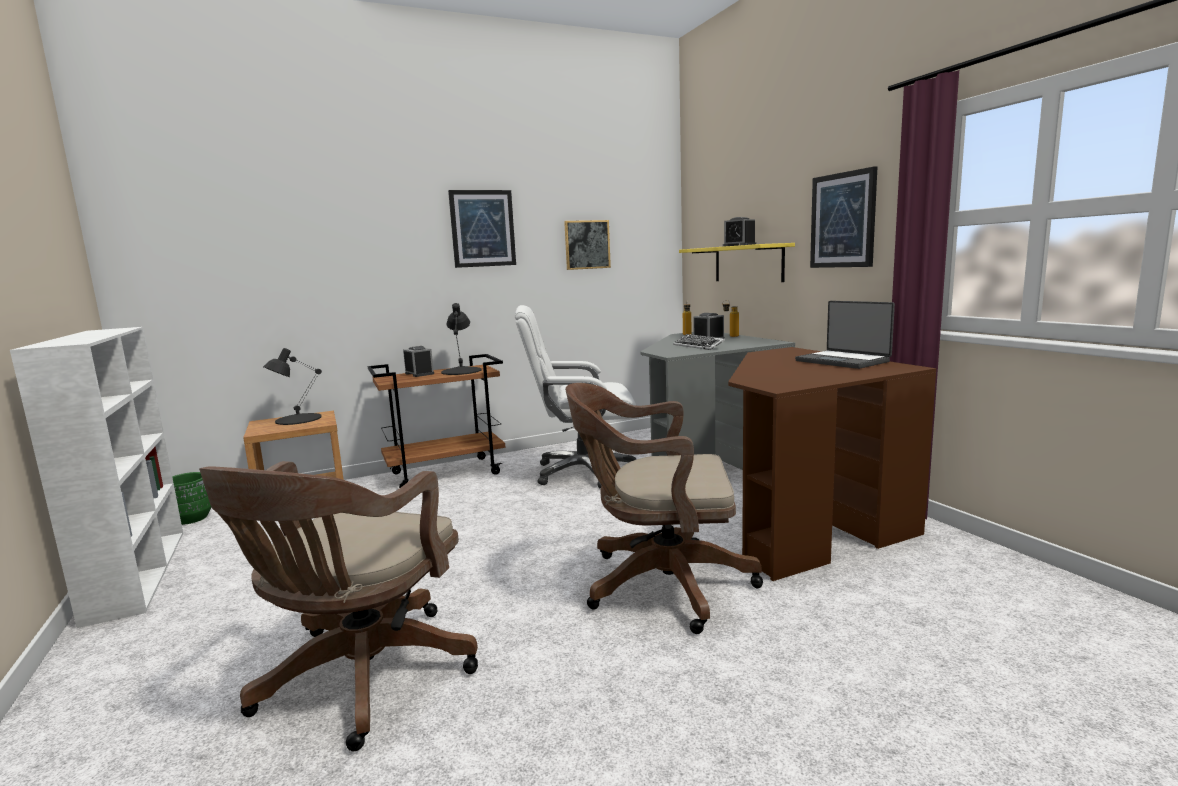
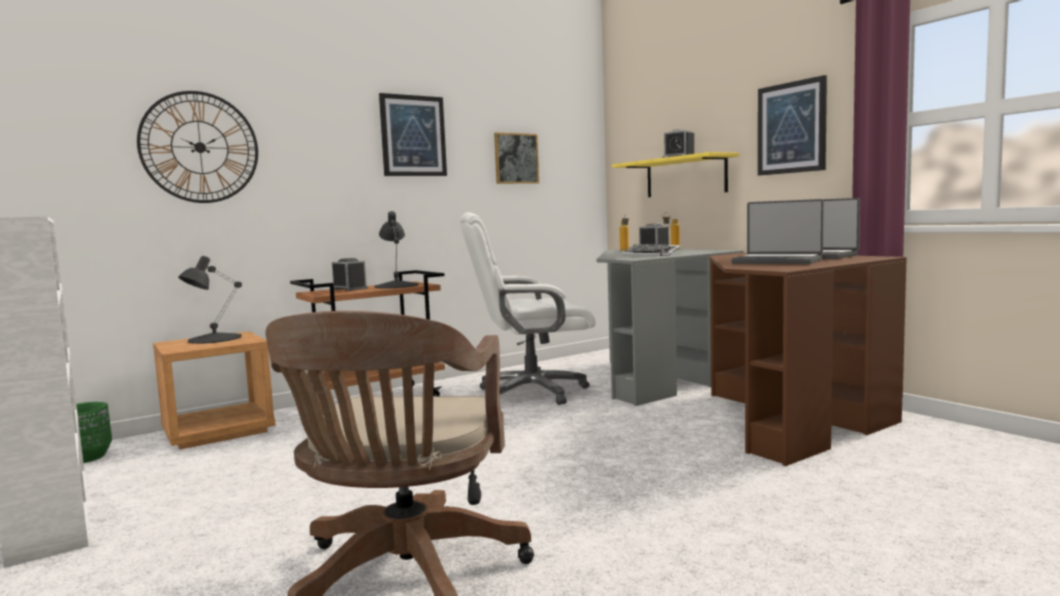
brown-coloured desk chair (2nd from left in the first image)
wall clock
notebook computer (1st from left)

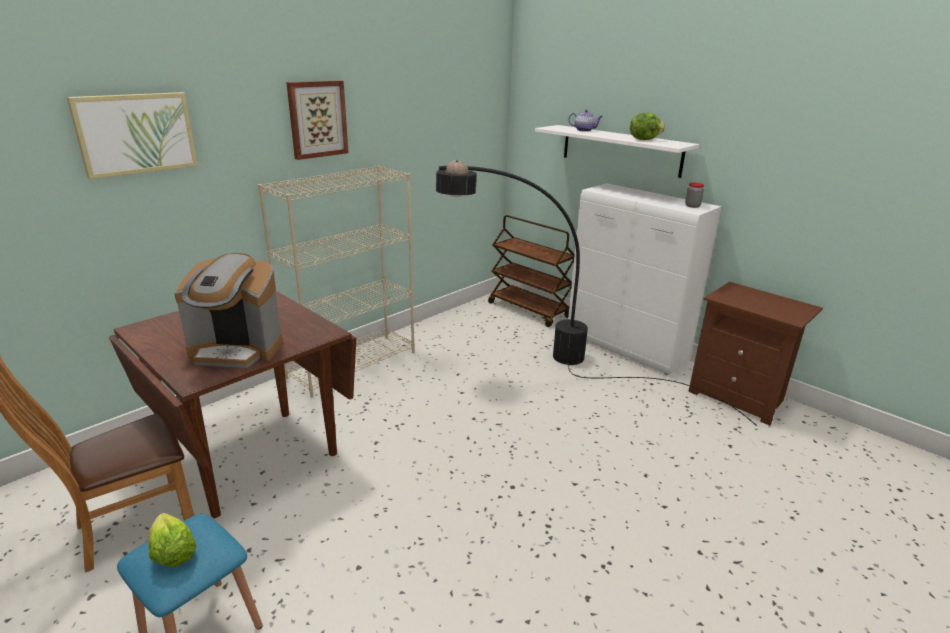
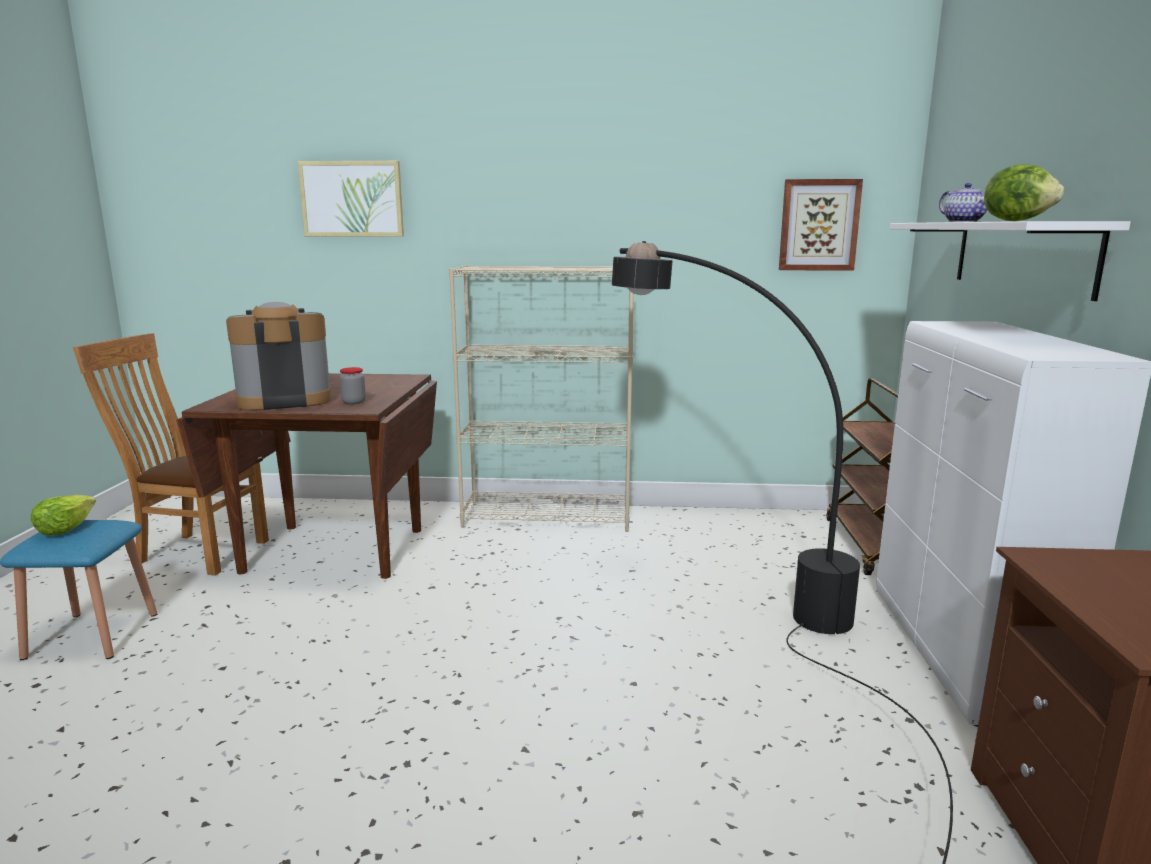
wall picture (2nd from left)
storage jar
coffee machine

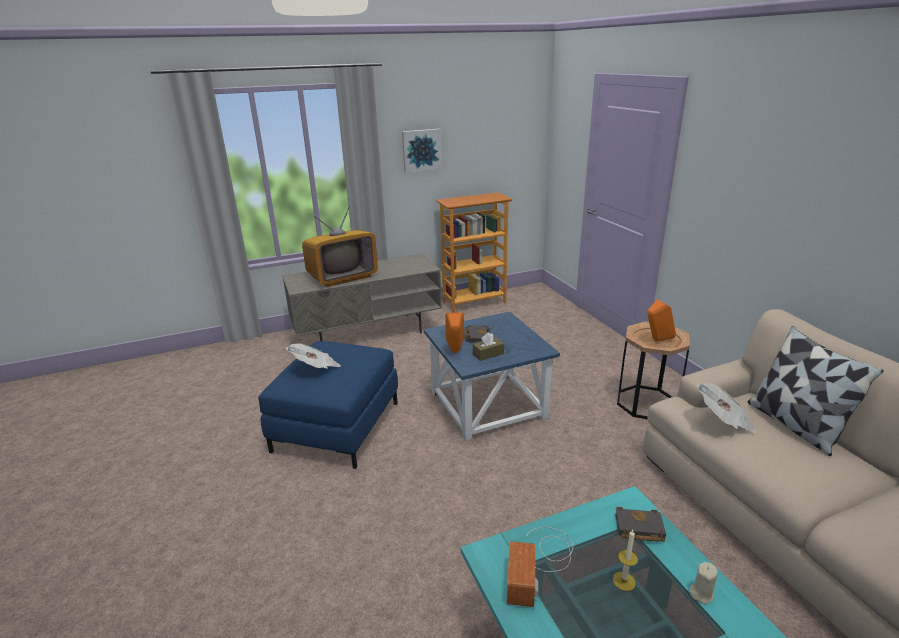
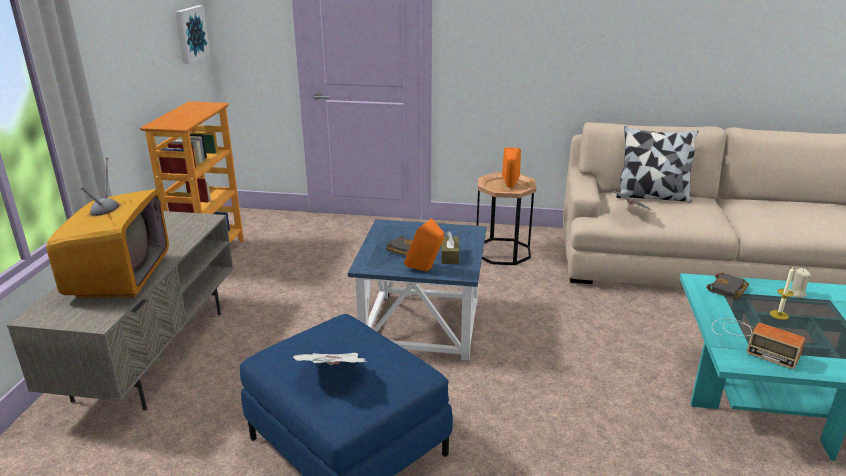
wall picture

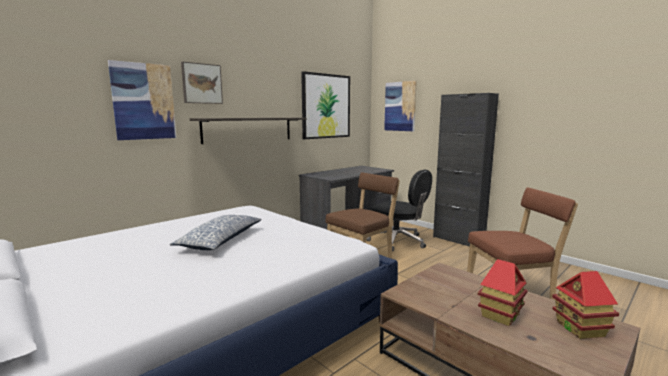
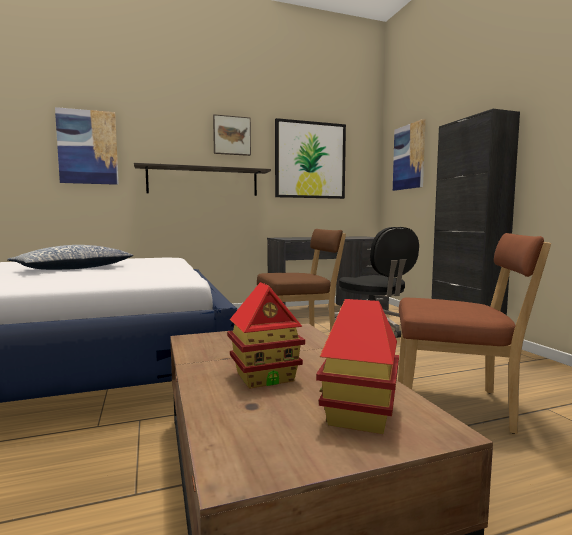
wall picture (2nd from left)

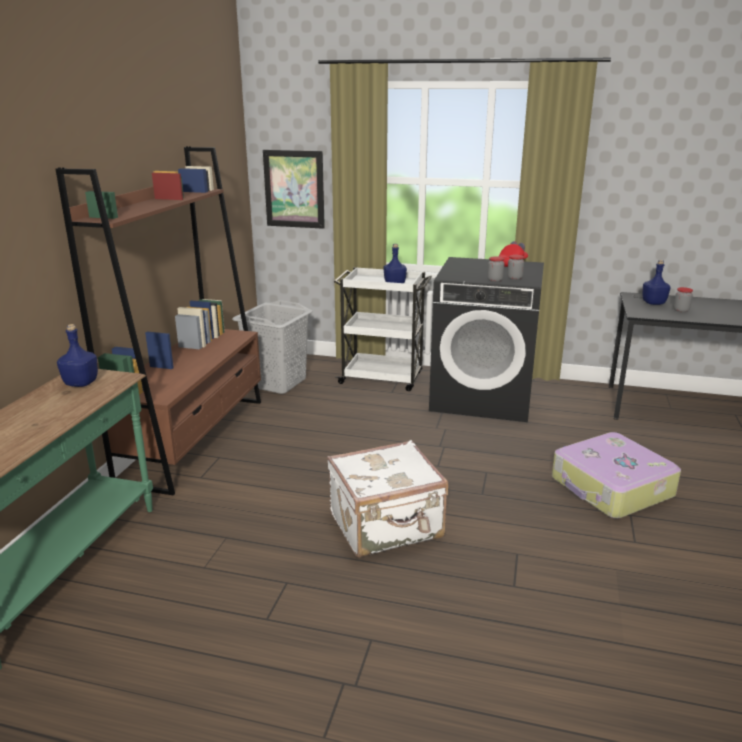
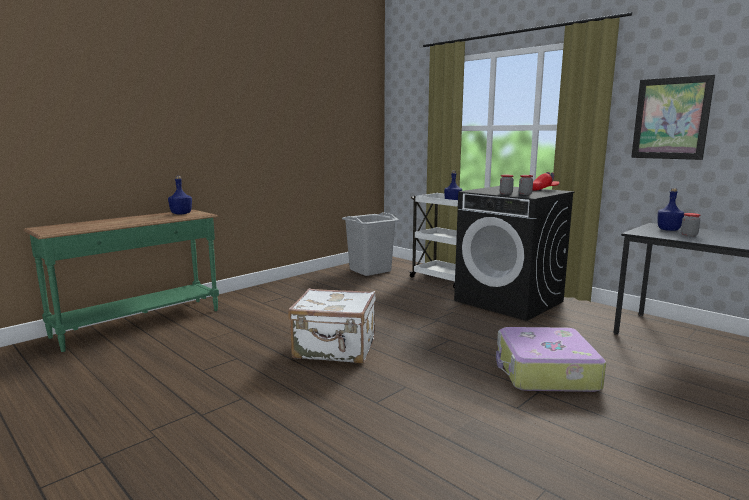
brown-coloured bookshelf
wall picture

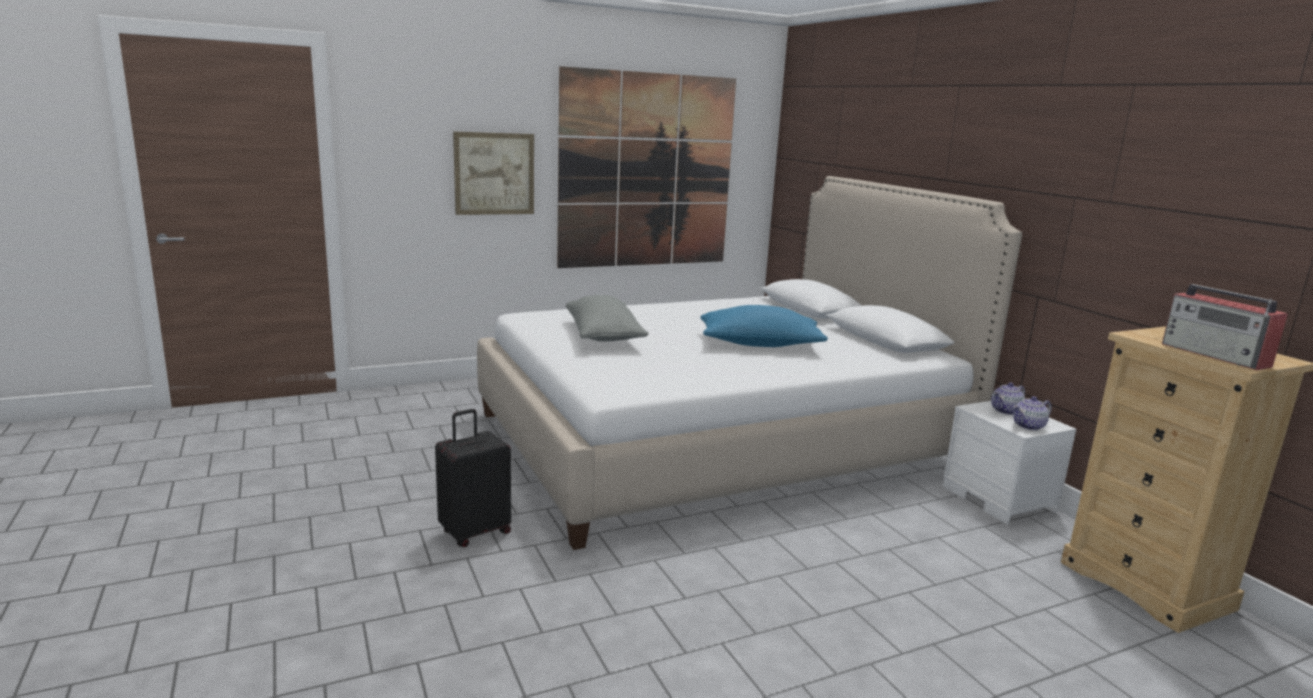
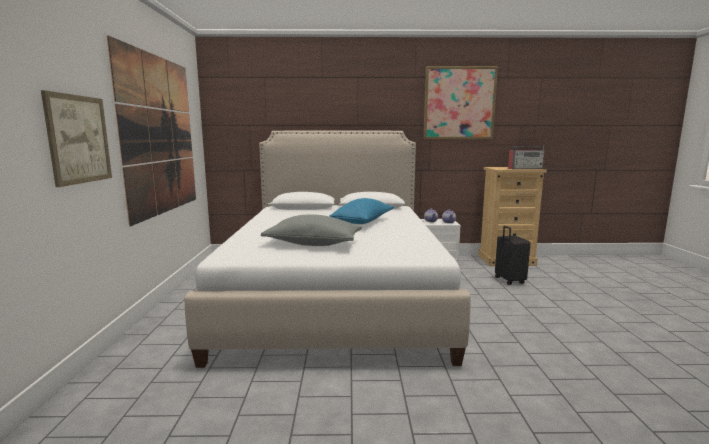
black-coloured travel case
wall picture (3rd from left)

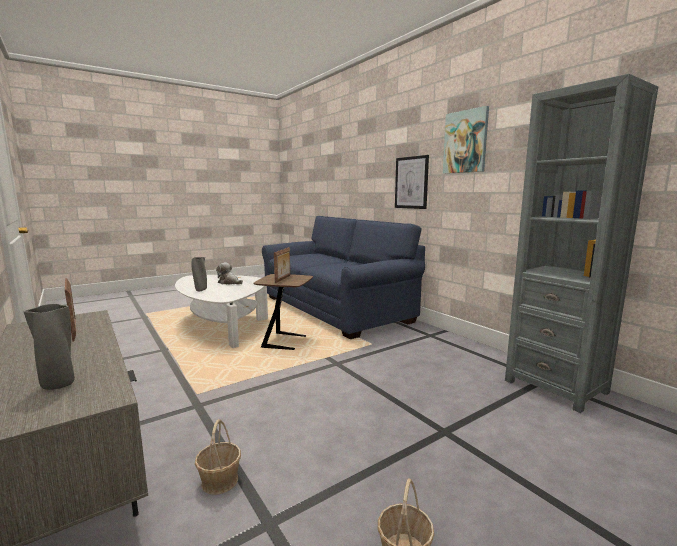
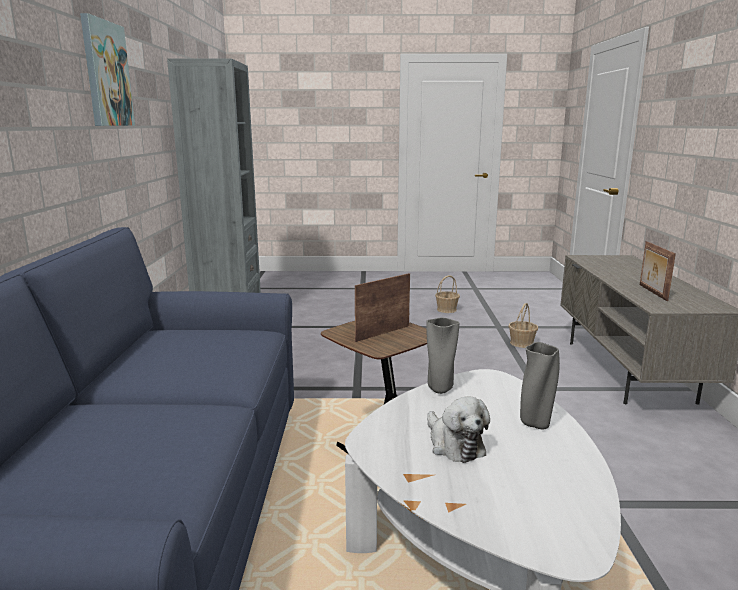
wall picture (1st from left in the first image)
grey vase (1st from left)

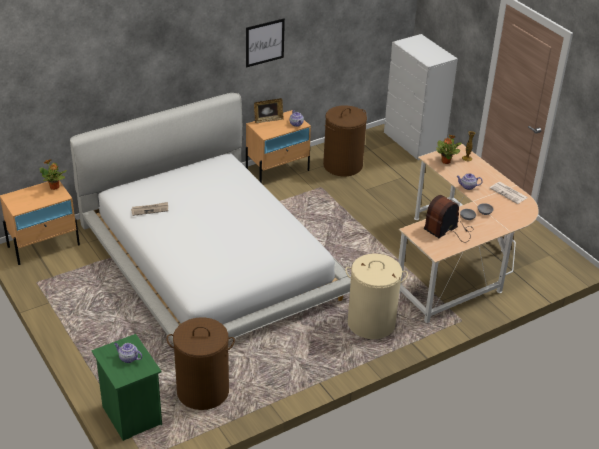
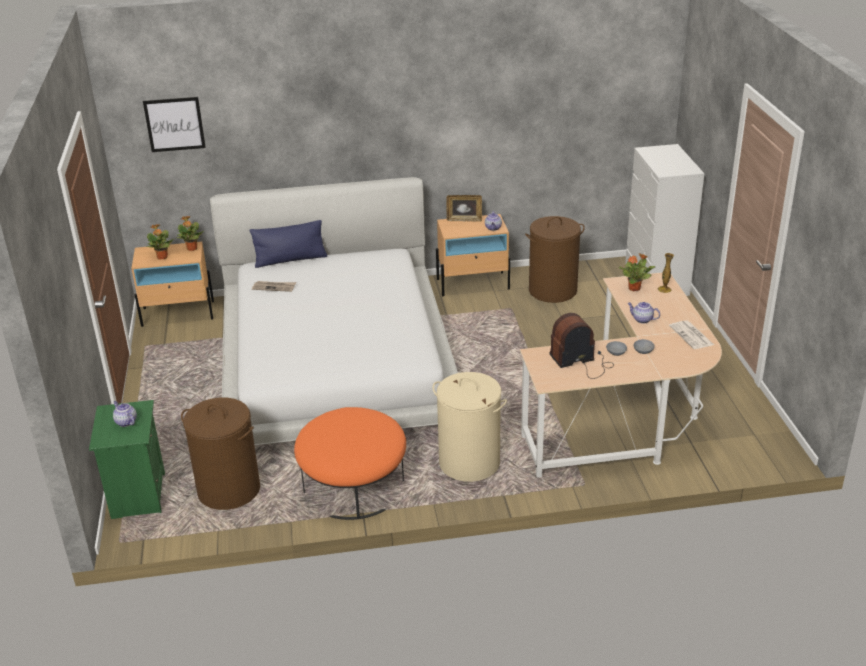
wall picture
blue-coloured throw pillow
houseplant (1st from left)
orangey ottoman

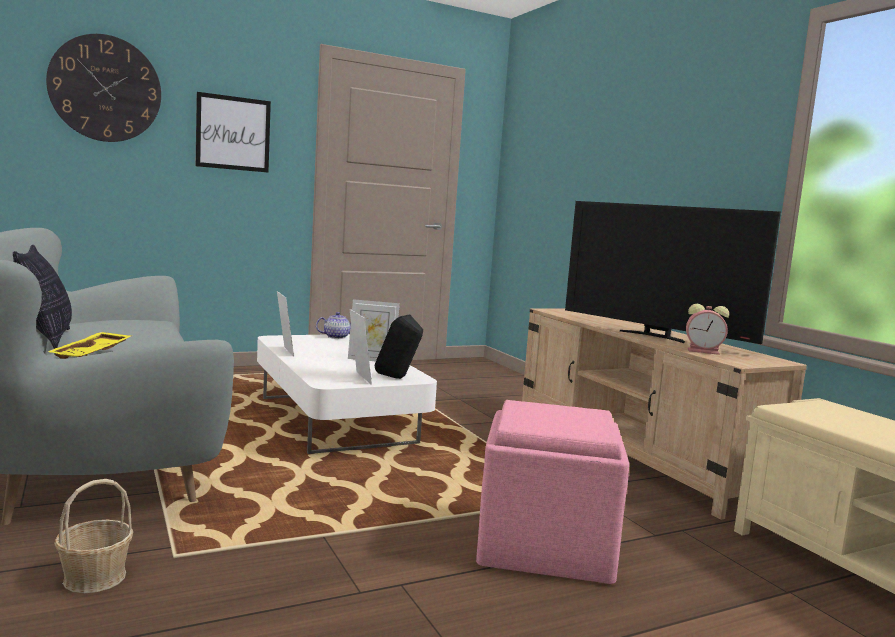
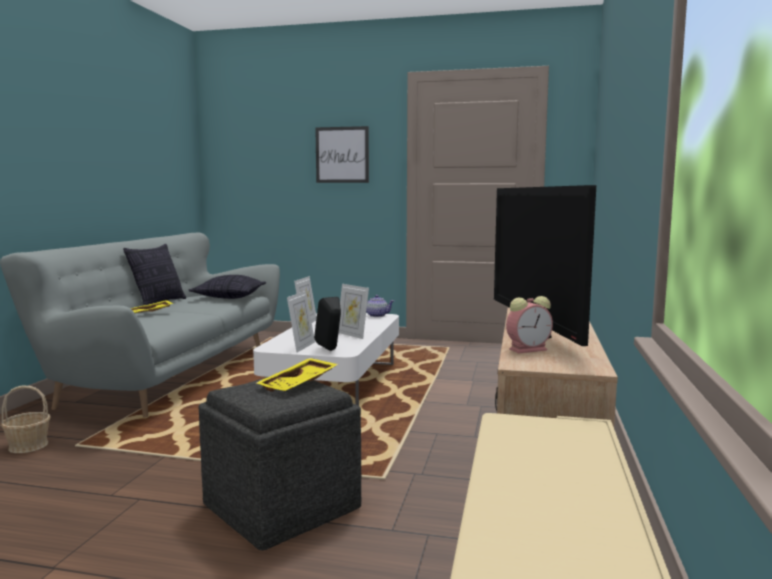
wall clock
alarm clock
grey ottoman
throw pillow (2nd from left)
yellow-coloured tray (2nd from left)

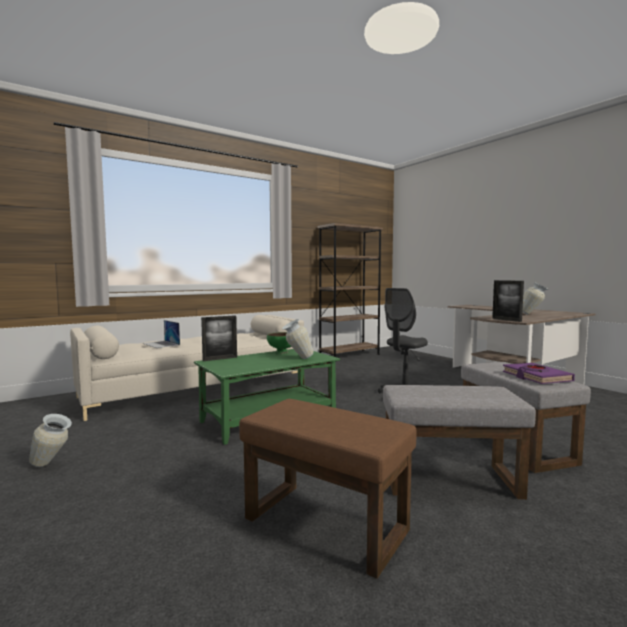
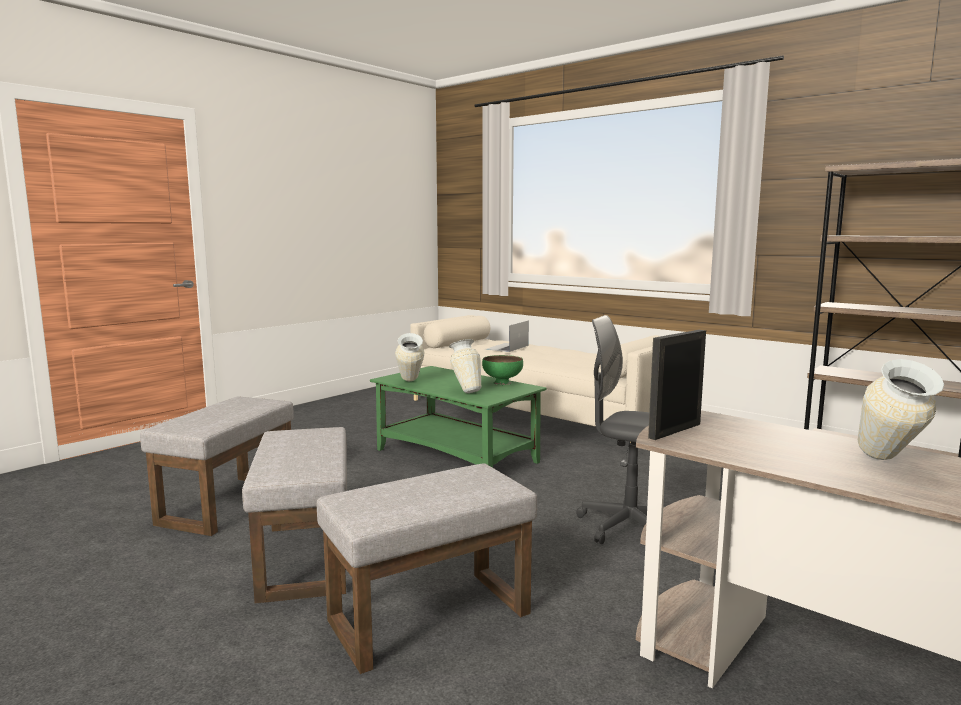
standing frame (1st from left in the first image)
purple bound book
grey ottoman (1st from left)
vase (1st from left)

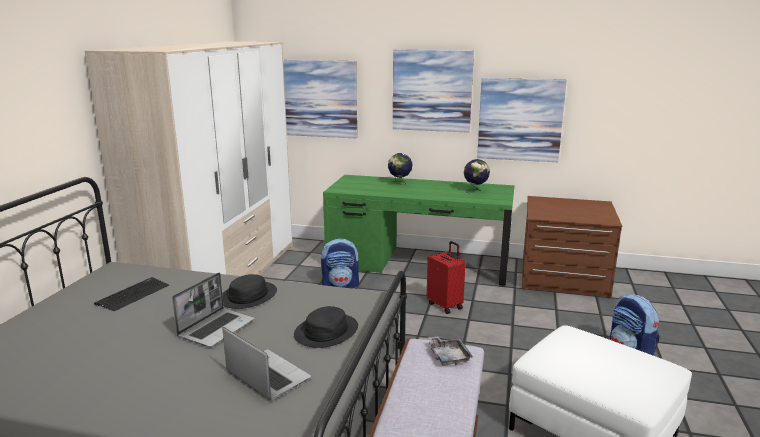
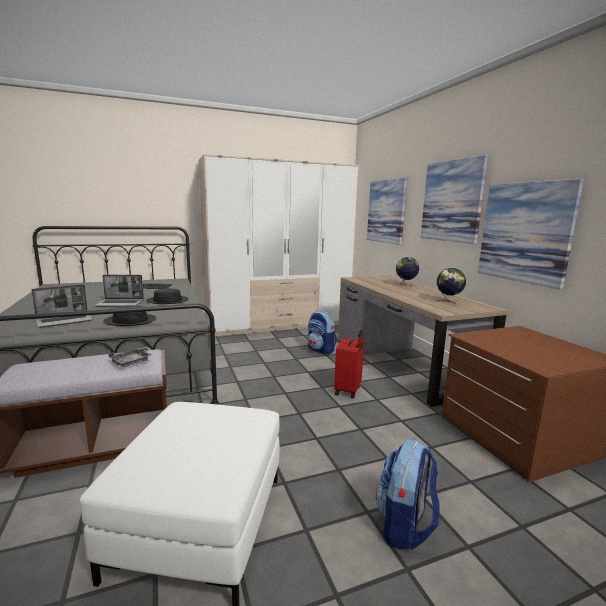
brown-coloured desk unit
notebook computer (1st from left)

